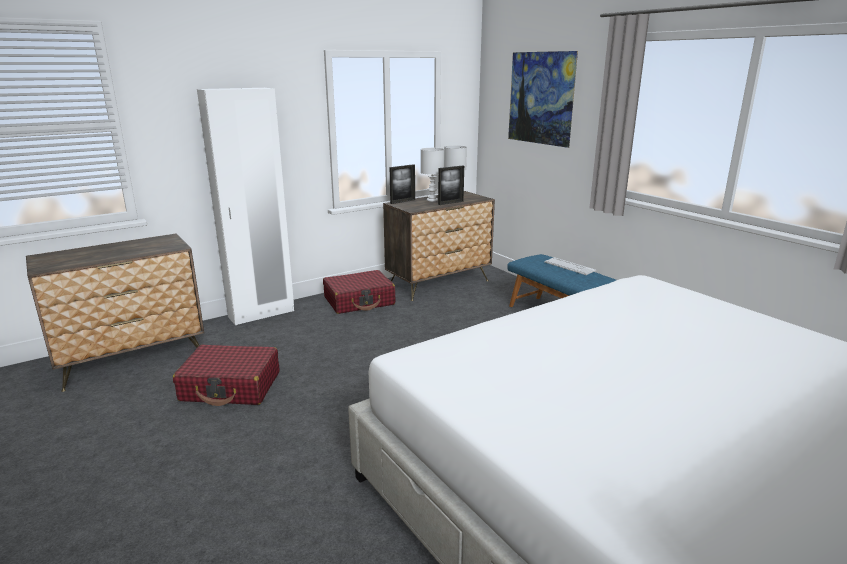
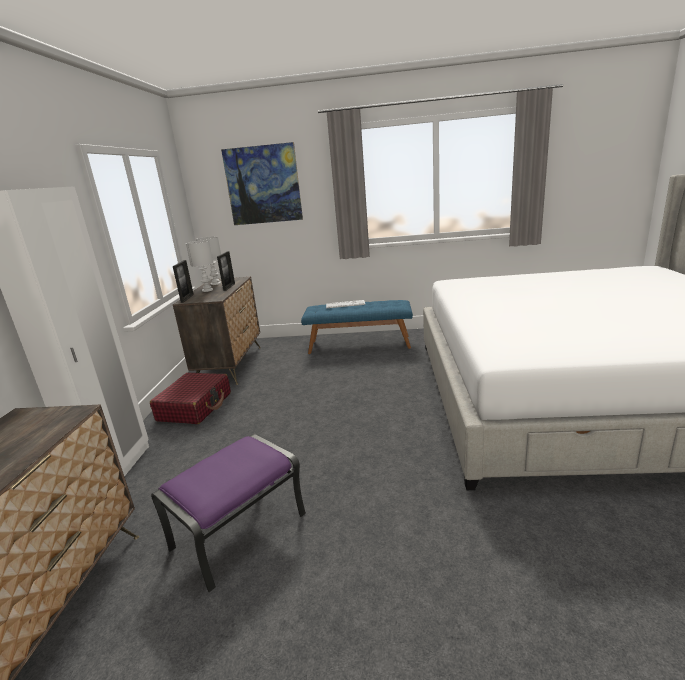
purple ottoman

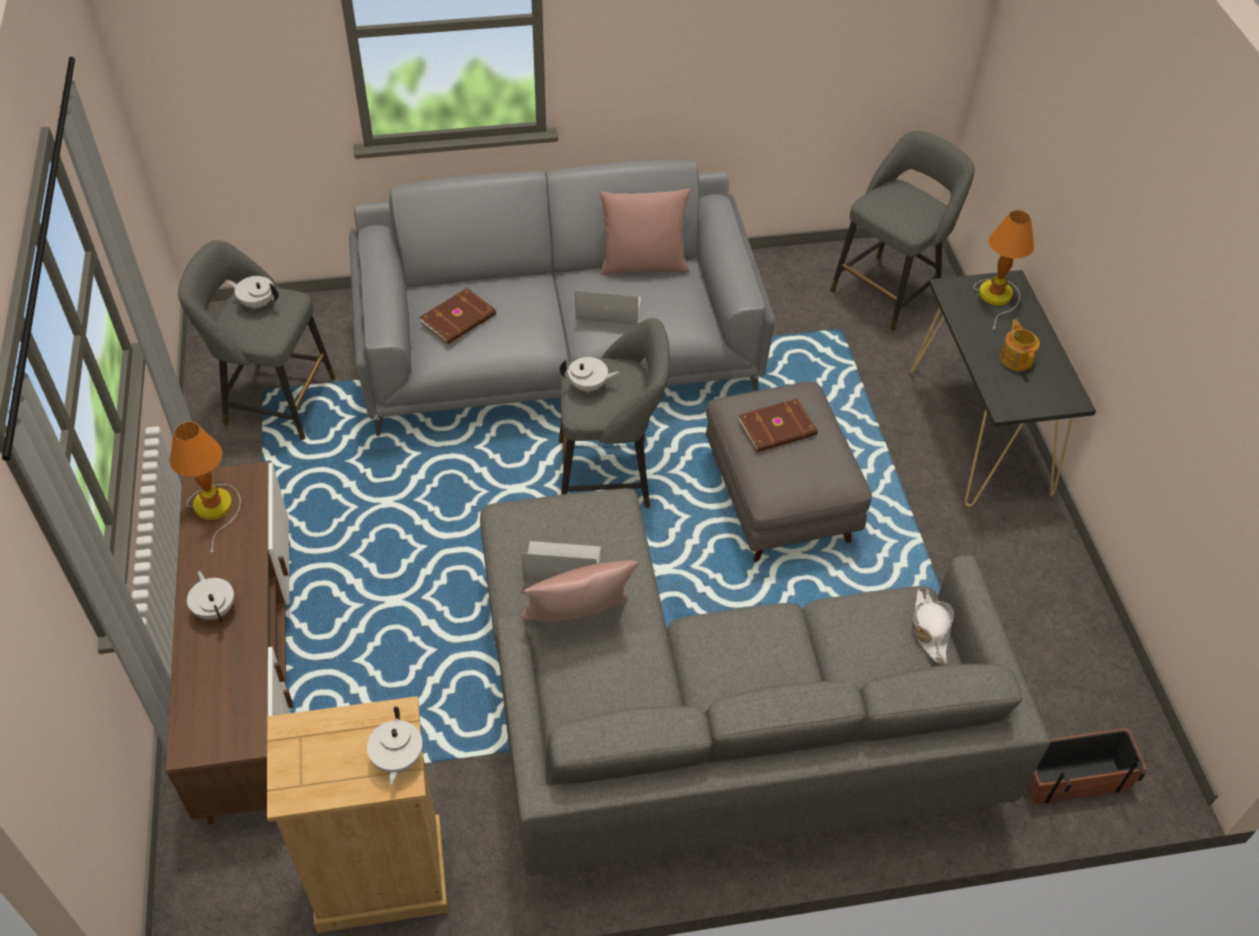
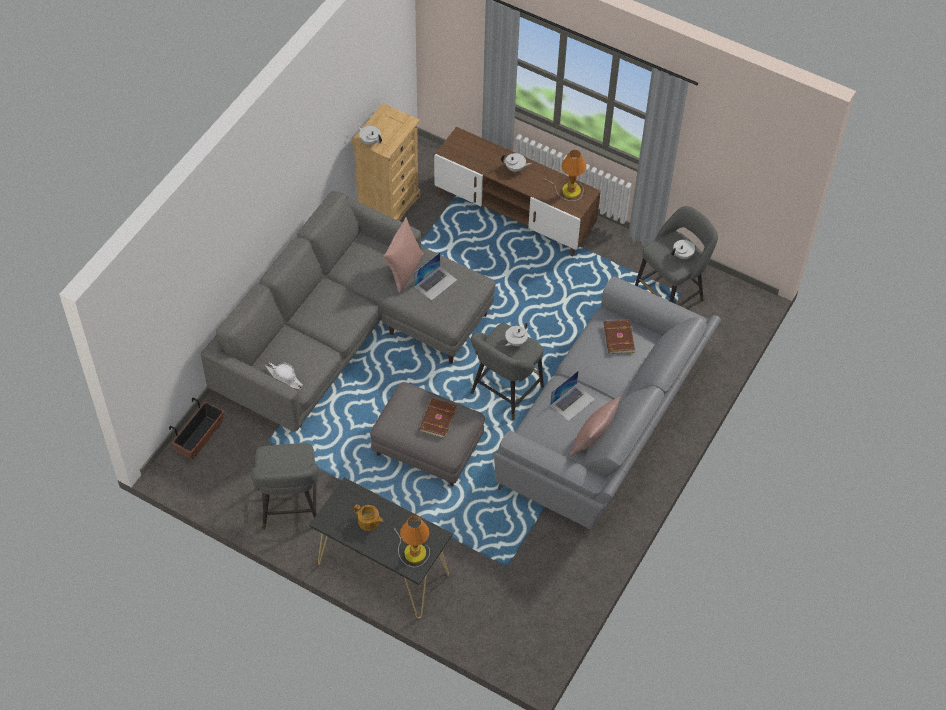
grey stool (1st from left)

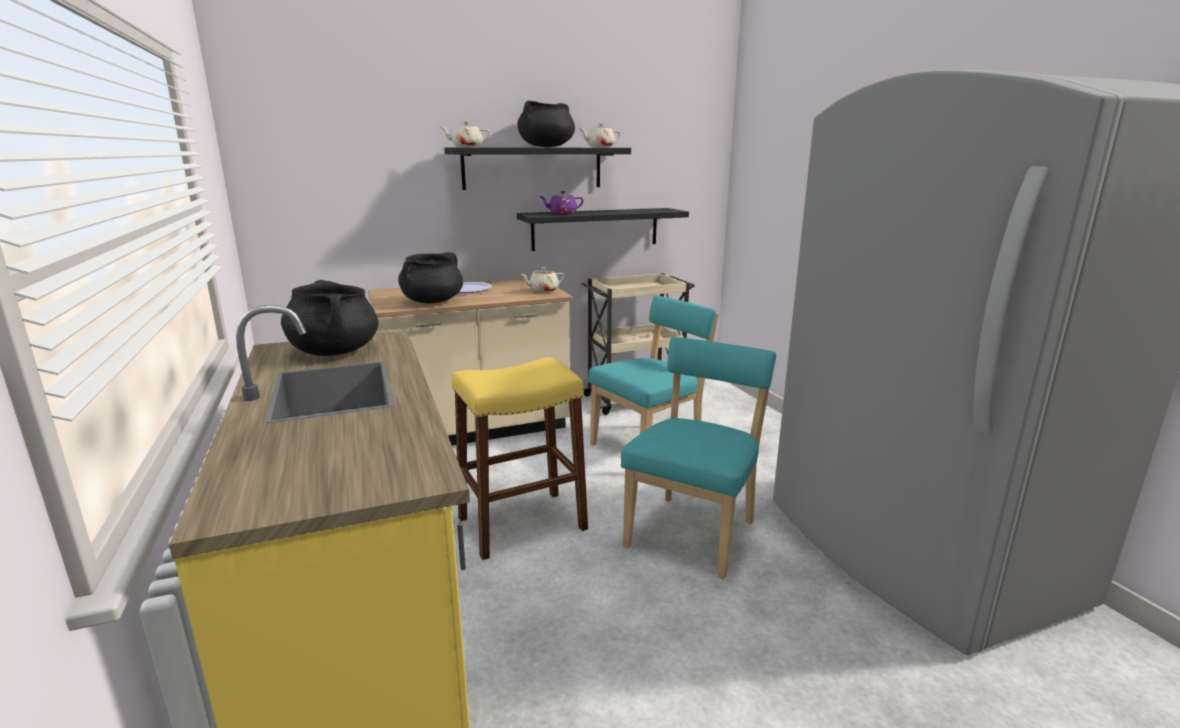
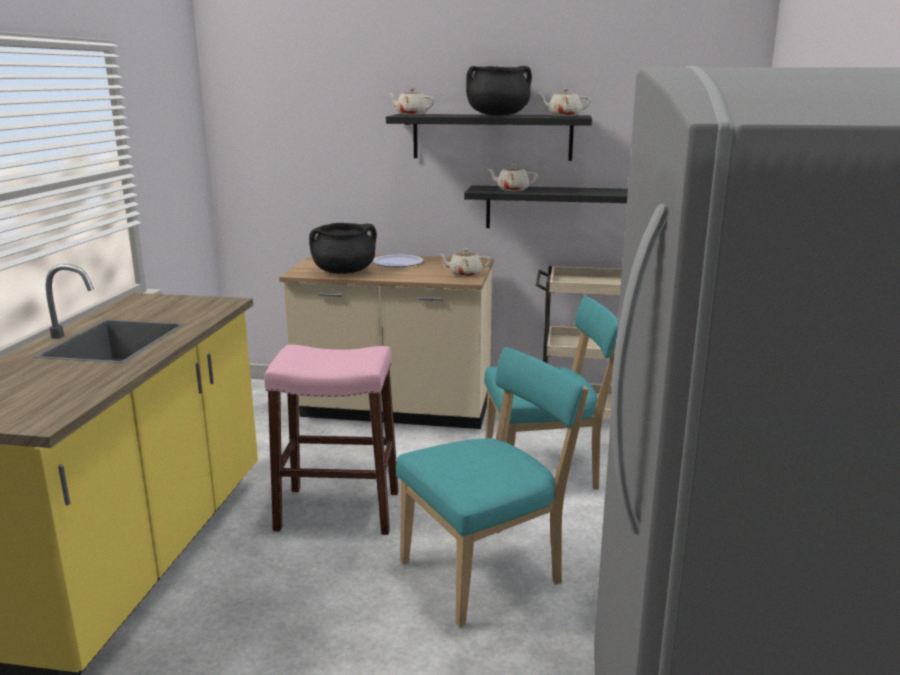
beige-coloured tea pot (3rd from left)
black-coloured saucepot (1st from left in the first image)
pinkish stool

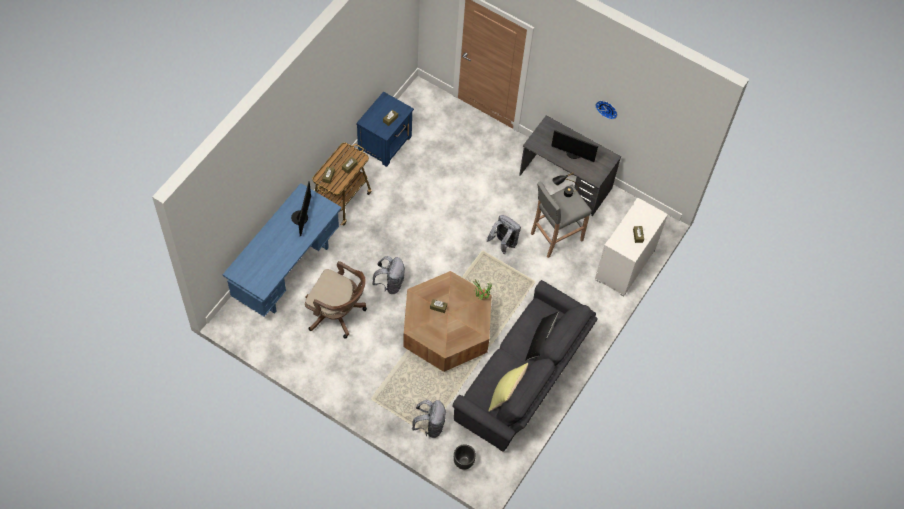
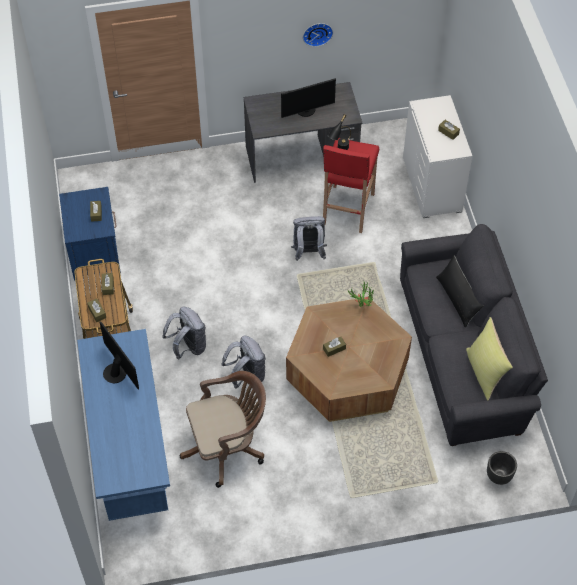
red stool
grey rucksack (1st from left)

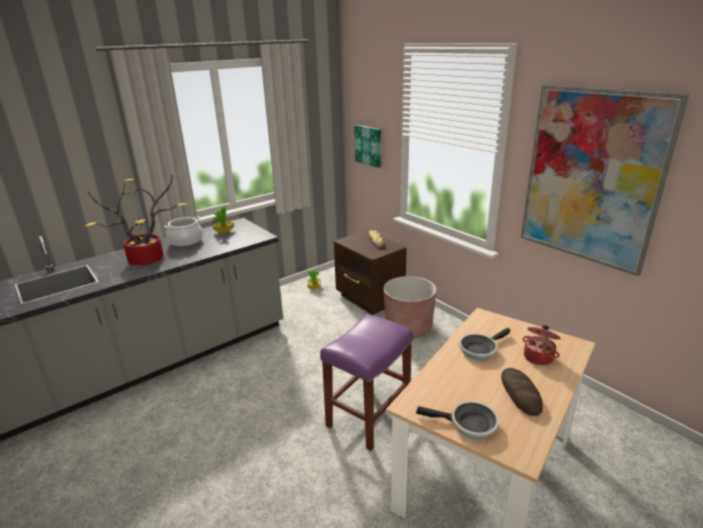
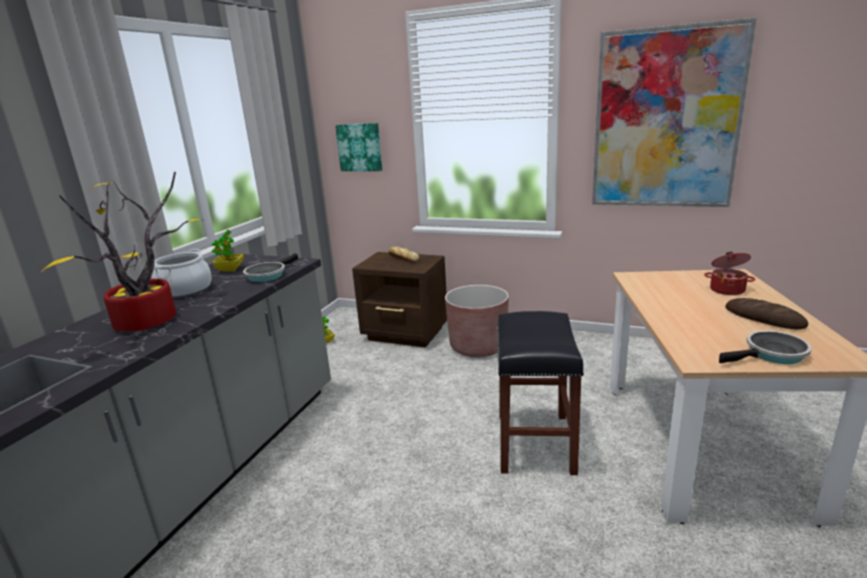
black-coloured stool
skillet (1st from left)

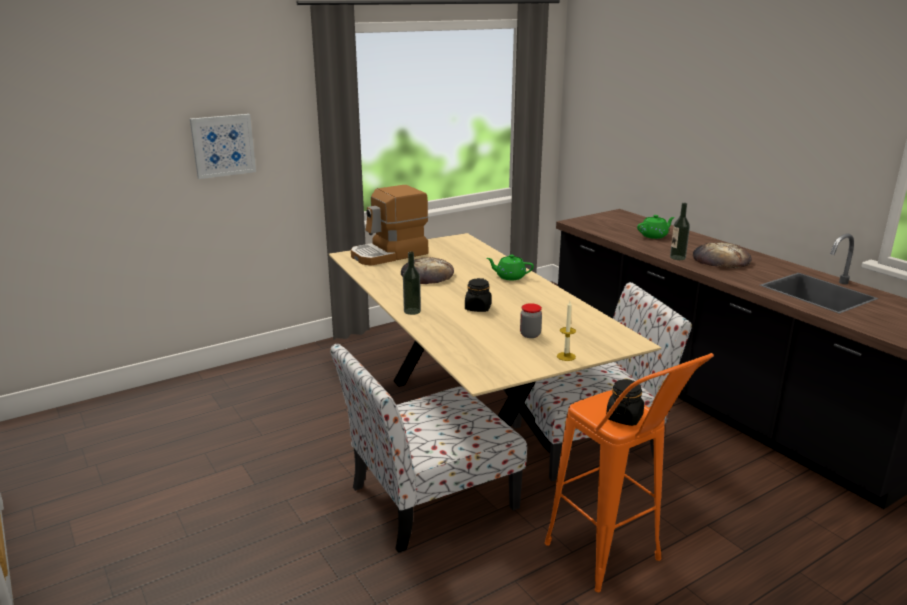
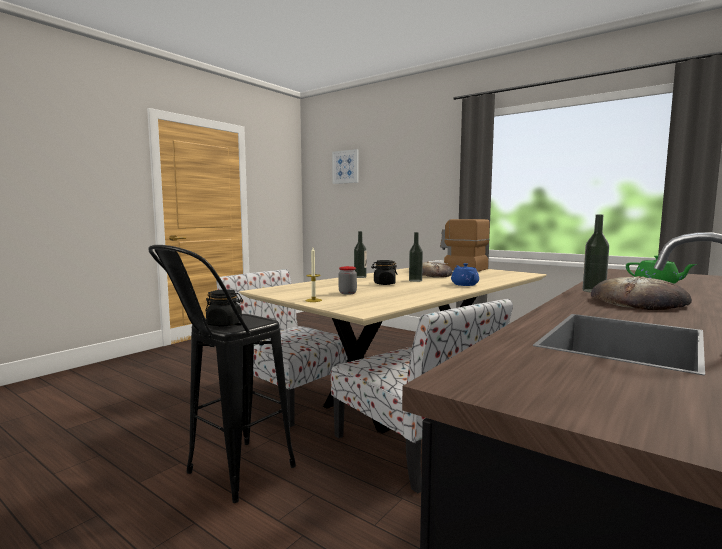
wall picture
blue-coloured tea pot
black-coloured stool
bottle (2nd from left)

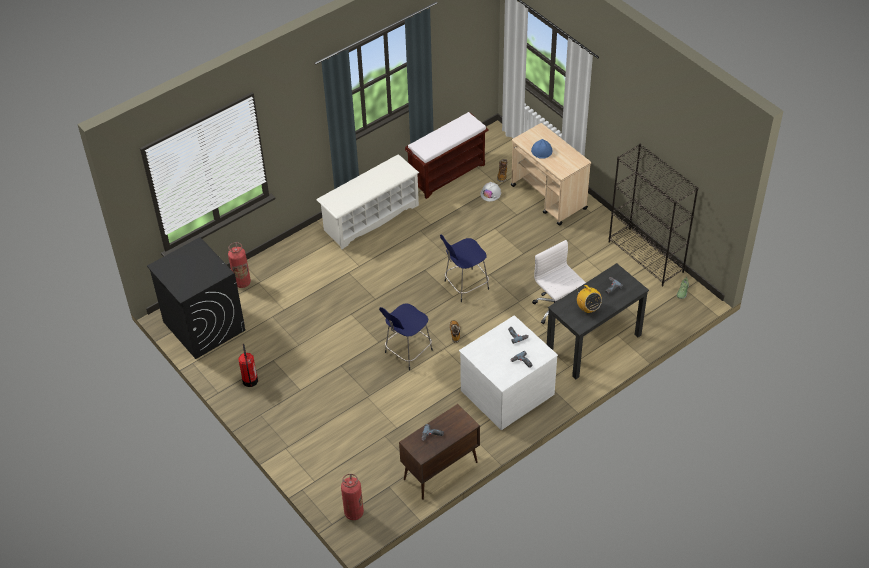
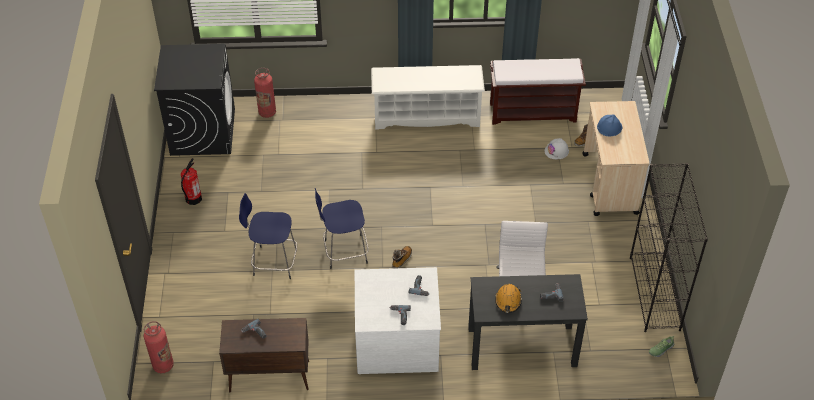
blue-coloured stool (1st from left)
orangey safety helmet

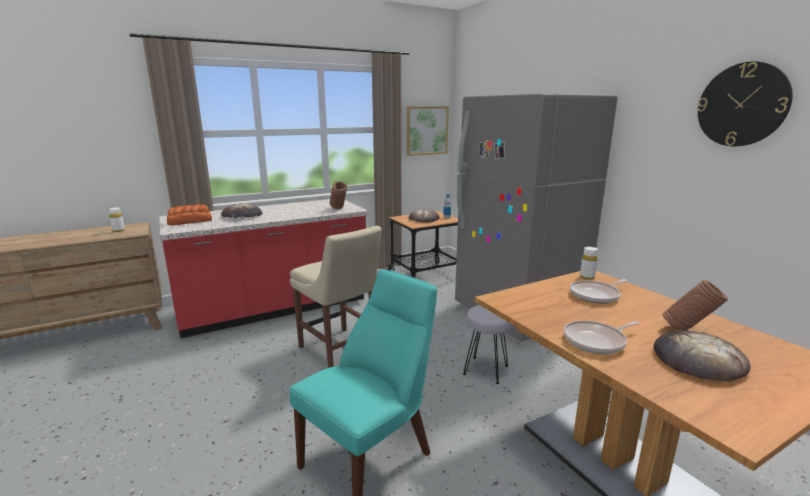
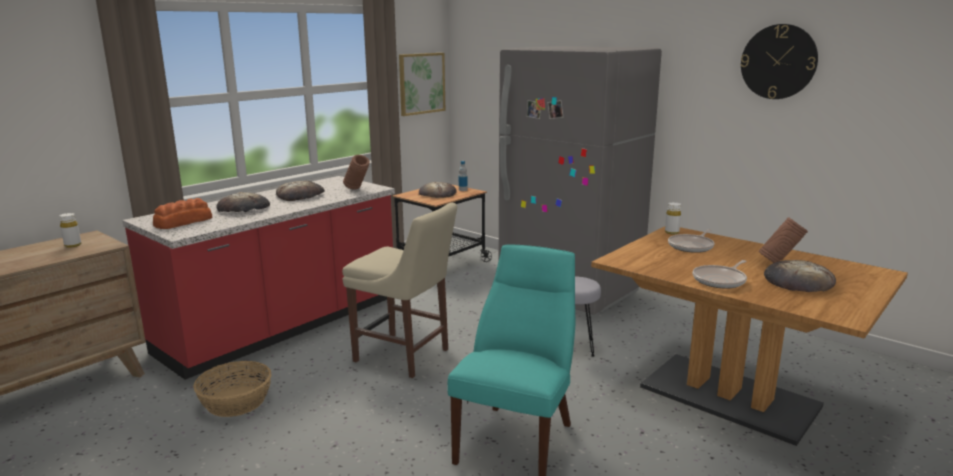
bakery bread (3rd from left)
household basket

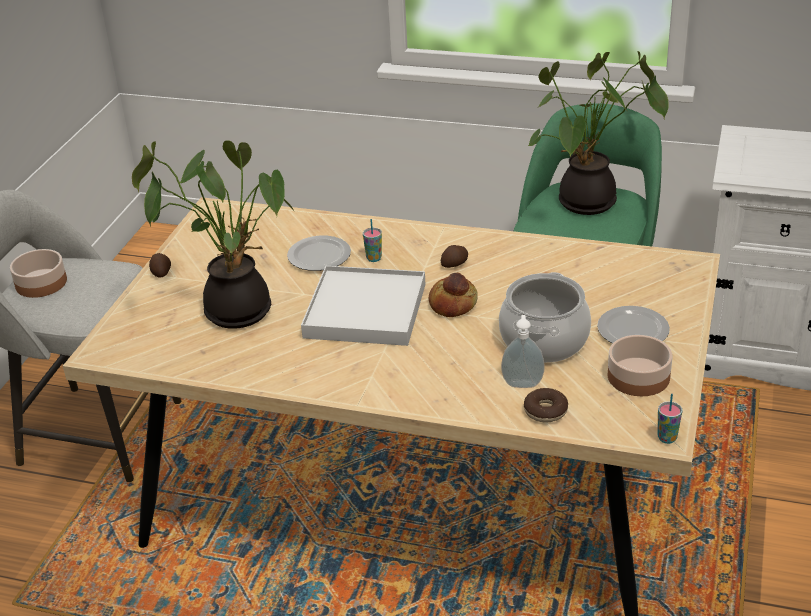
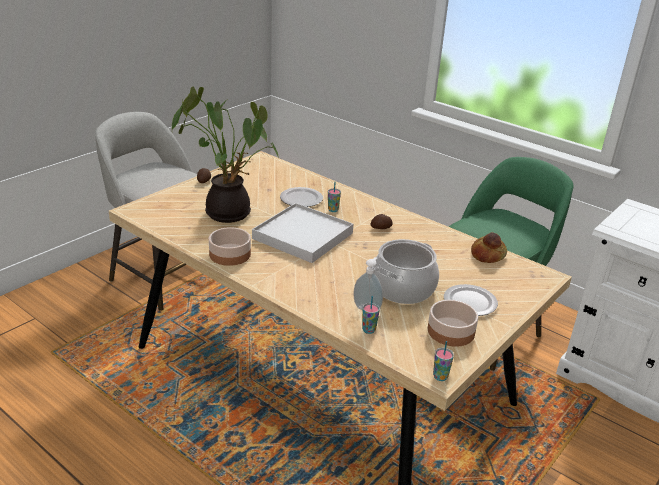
houseplant (2nd from left in the first image)
bowl (1st from left)
bakery bread
cup (2nd from left)

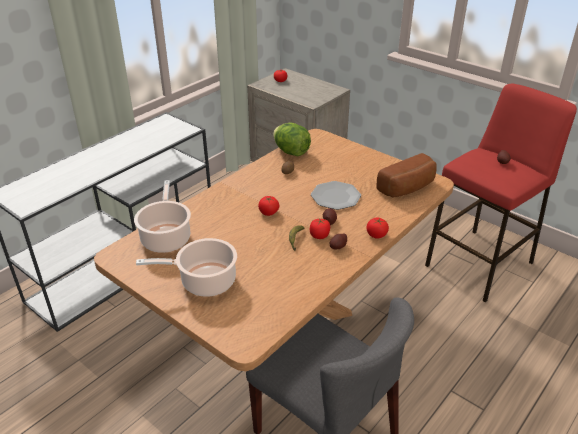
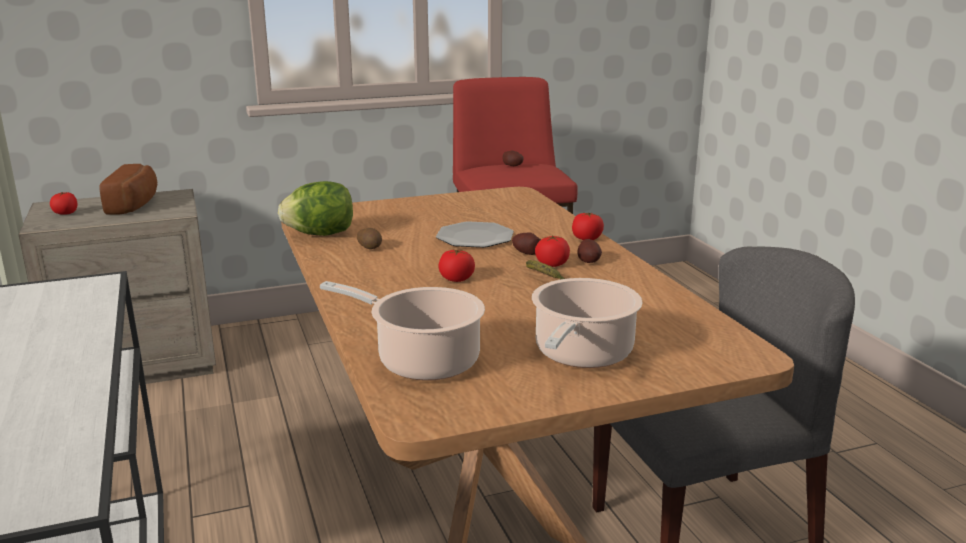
bakery bread

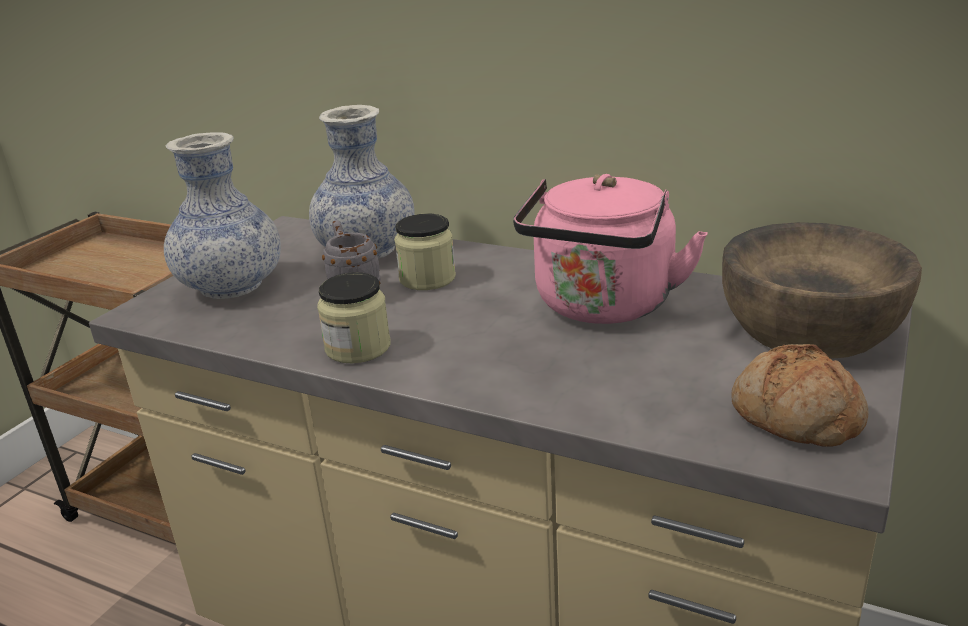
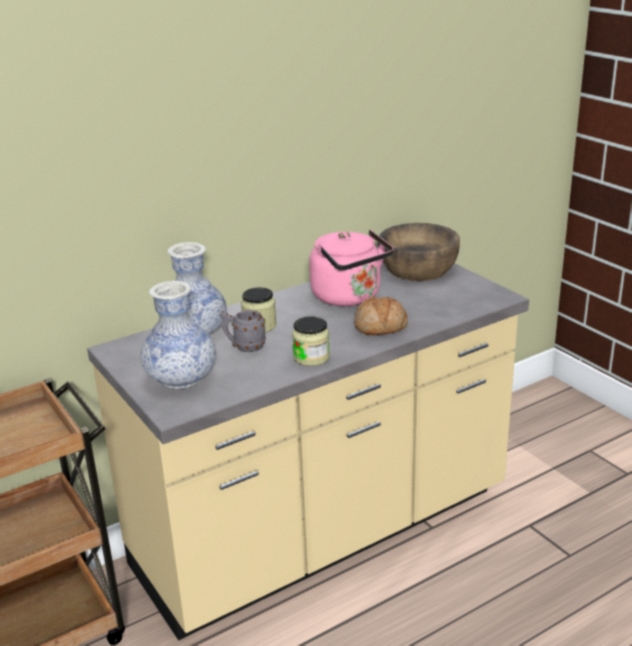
bakery bread

